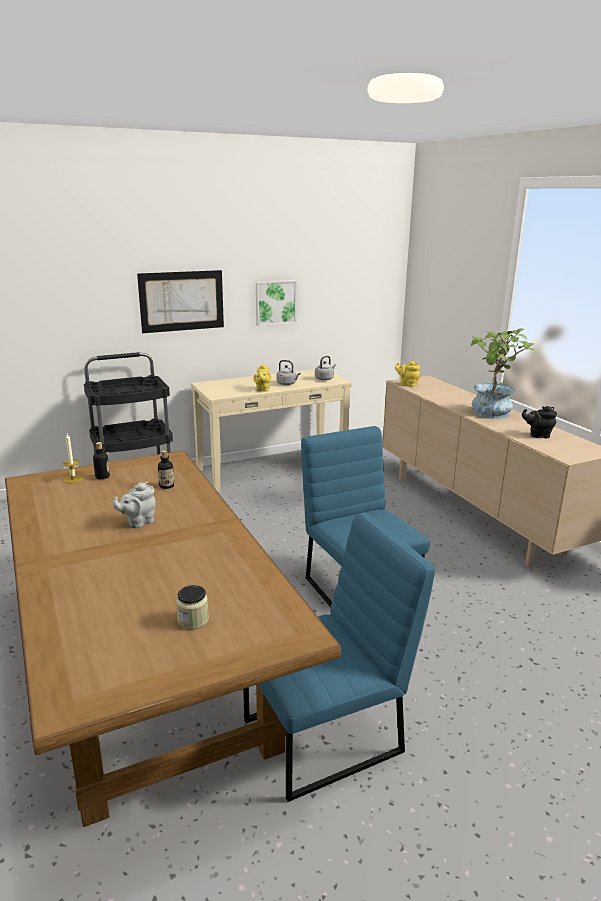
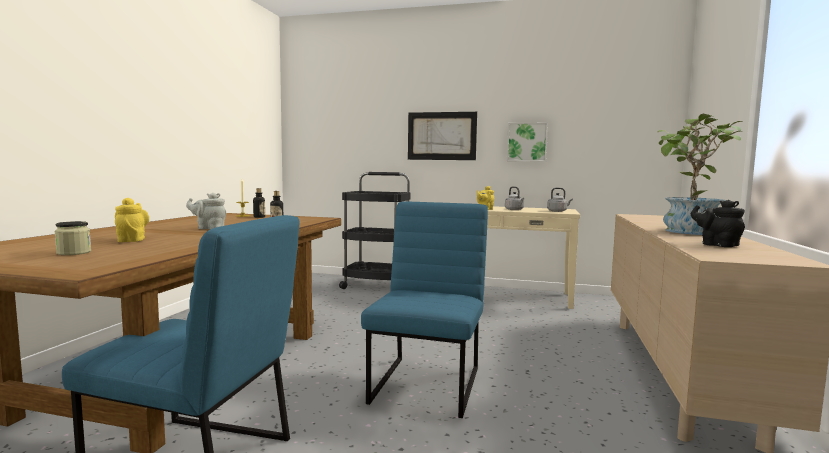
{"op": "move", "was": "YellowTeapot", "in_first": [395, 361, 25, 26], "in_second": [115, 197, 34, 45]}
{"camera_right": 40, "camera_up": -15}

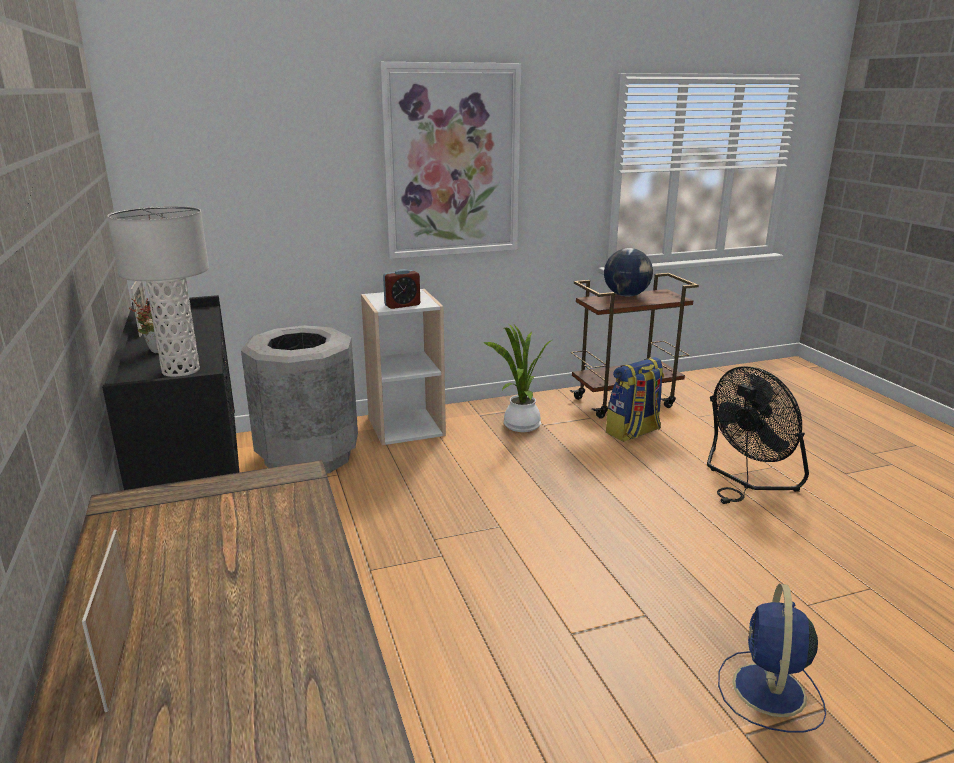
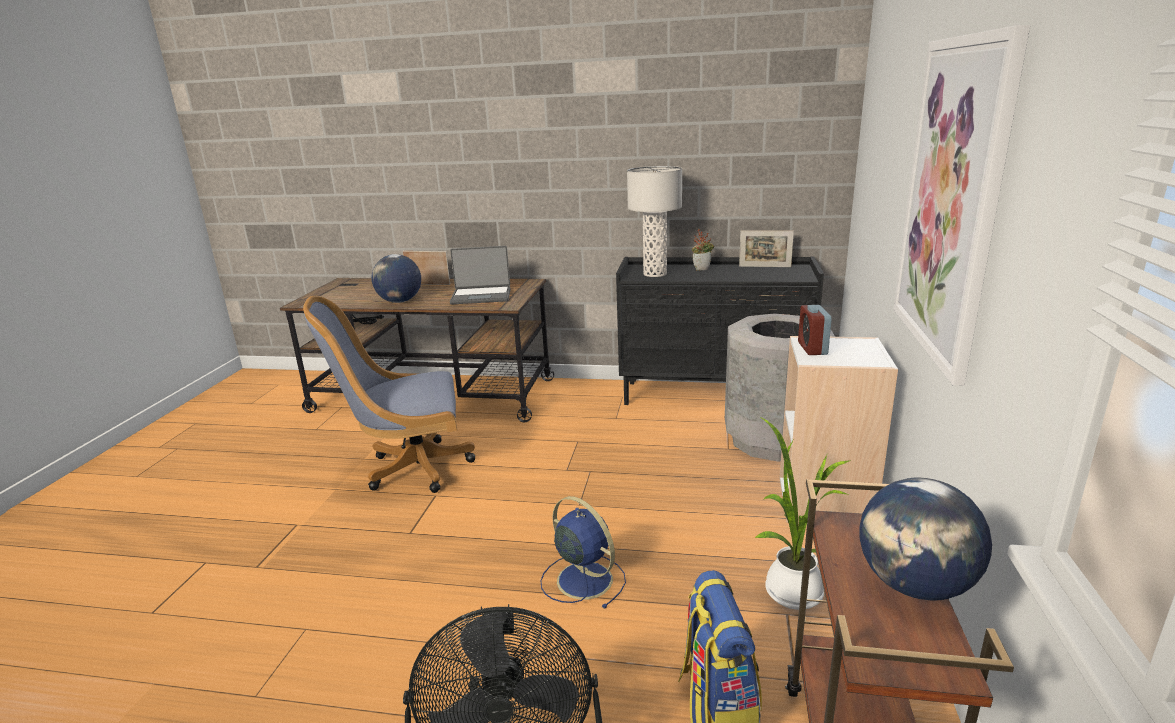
{"op": "insert", "now": "BlueDeskChair", "in_second": [303, 296, 172, 197]}
{"op": "insert", "now": "DeskGlobe", "in_second": [371, 254, 50, 49]}
{"op": "insert", "now": "Laptop", "in_second": [450, 246, 61, 59]}
{"op": "move", "was": "BlueFan", "in_first": [718, 584, 108, 149], "in_second": [541, 496, 85, 113]}
{"camera_right": 120, "camera_up": 0}

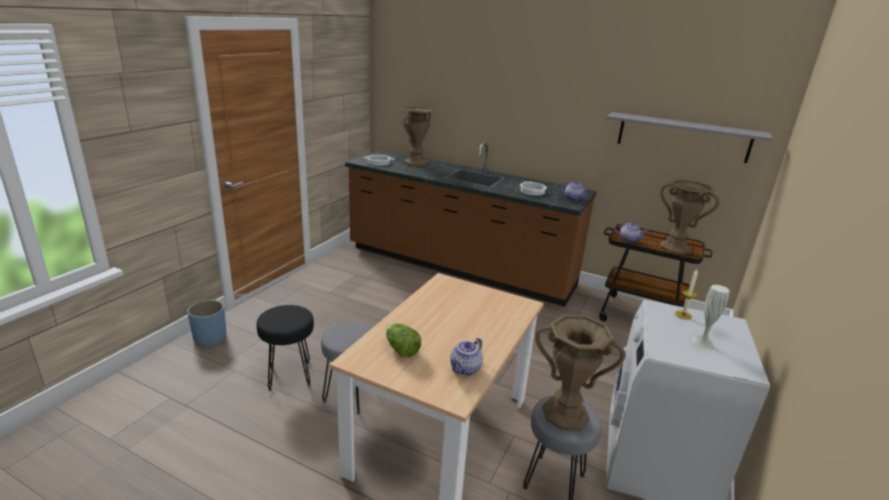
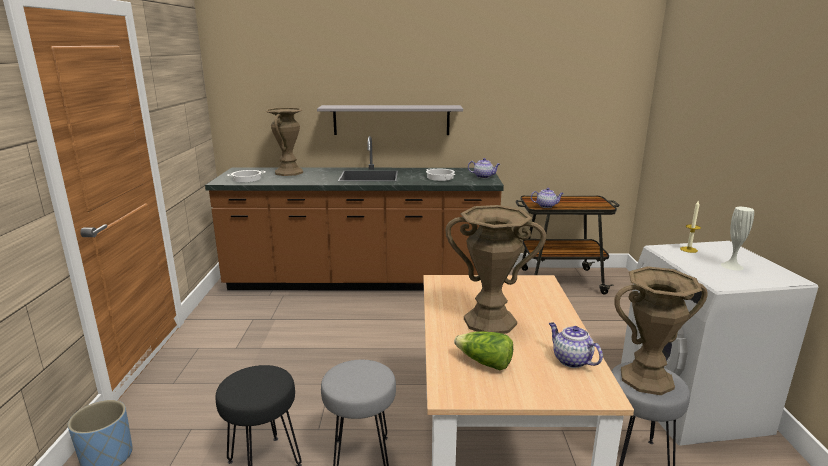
{"op": "move", "was": "GreyShelf", "in_first": [606, 112, 167, 51], "in_second": [317, 105, 146, 30]}
{"op": "move", "was": "BrownVase", "in_first": [660, 180, 60, 75], "in_second": [446, 205, 100, 129]}
{"op": "rotate", "was": "Teapot", "in_first": [450, 338, 33, 37], "in_second": [549, 322, 54, 46], "clockwise": 135}
{"camera_right": -25, "camera_up": -5}

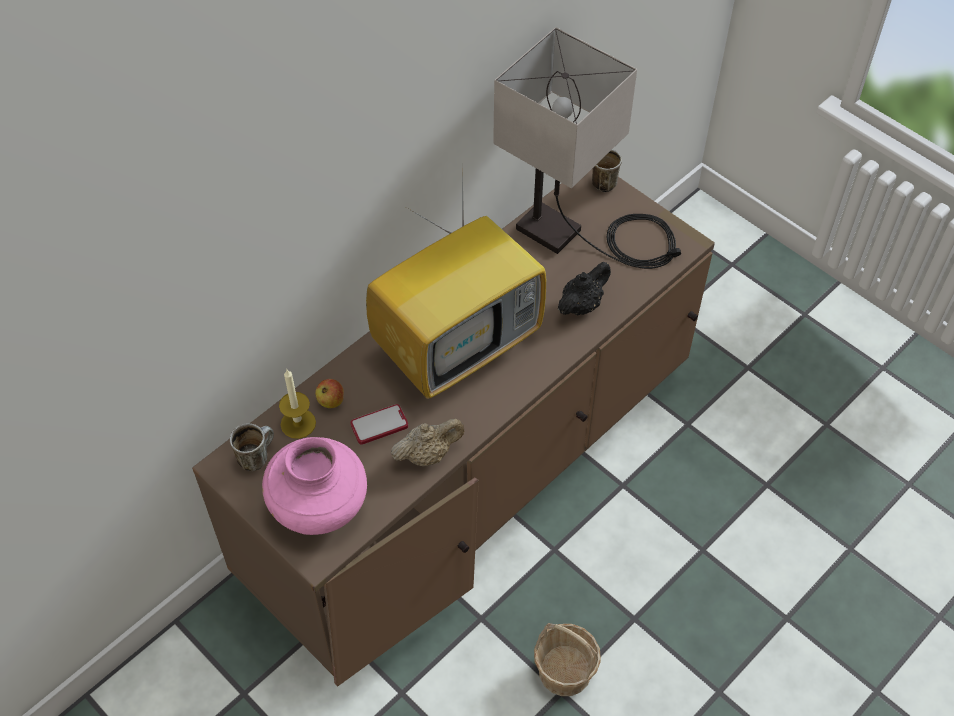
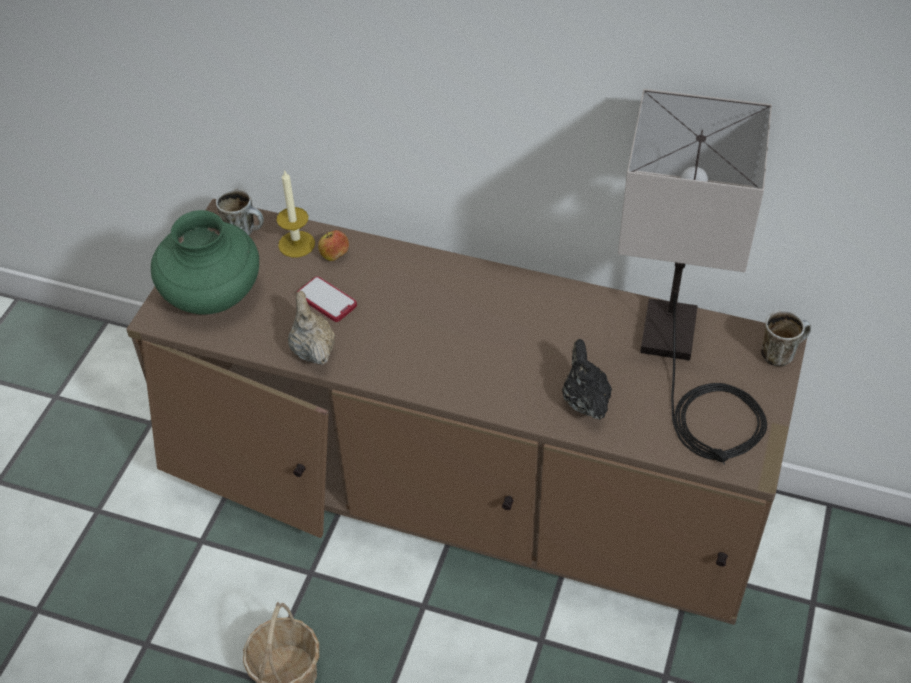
{"op": "recolor", "was": "PinkishVase", "now": "GreenishVase", "in_first": [262, 437, 105, 98], "in_second": [151, 210, 108, 104]}
{"op": "rotate", "was": "BeigeColouredTeapot", "in_first": [391, 418, 73, 48], "in_second": [288, 291, 47, 74], "clockwise": -150}
{"op": "rotate", "was": "BlackColouredTeapot", "in_first": [558, 262, 53, 53], "in_second": [562, 339, 50, 81], "clockwise": -120}
{"op": "delete", "was": "TvSet", "in_first": [366, 167, 180, 232]}
{"camera_right": 65, "camera_up": -5}

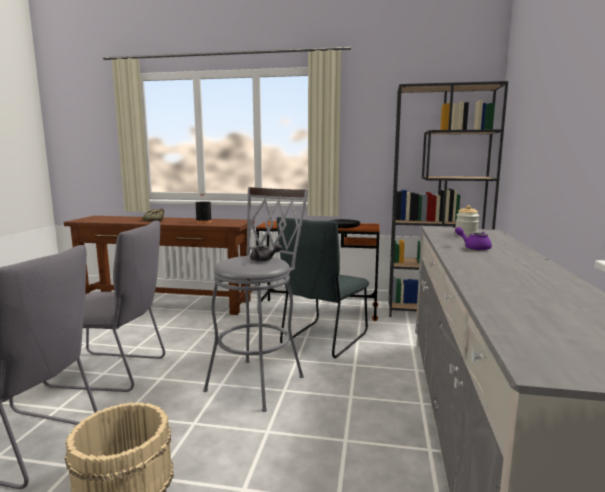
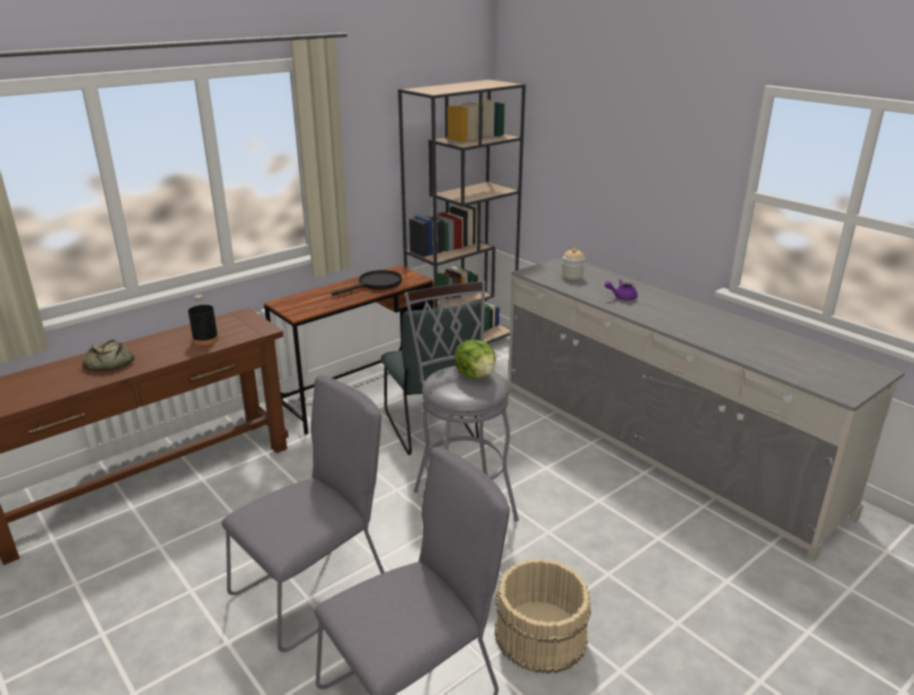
{"op": "replace", "was": "GreyTeapot", "now": "LettuceHead", "in_first": [250, 244, 32, 18], "in_second": [454, 340, 42, 39]}
{"camera_right": -50, "camera_up": 15}

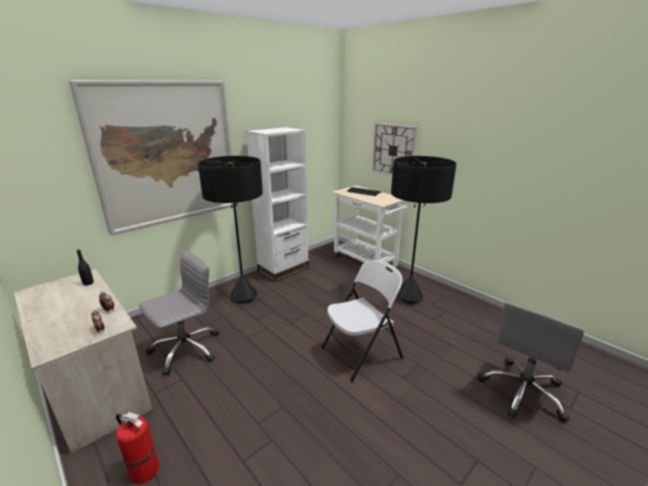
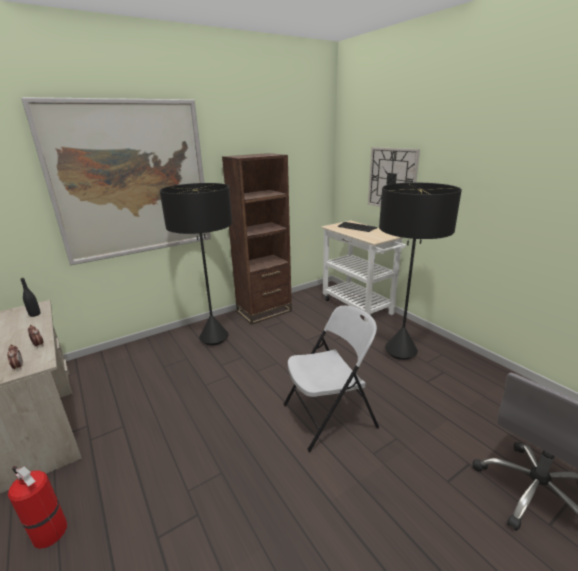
{"op": "recolor", "was": "WhiteColouredBookcase", "now": "BrownBookcase", "in_first": [246, 127, 63, 155], "in_second": [222, 153, 70, 172]}
{"op": "delete", "was": "GreyDeskChair", "in_first": [139, 251, 80, 124]}
{"camera_right": 10, "camera_up": 0}

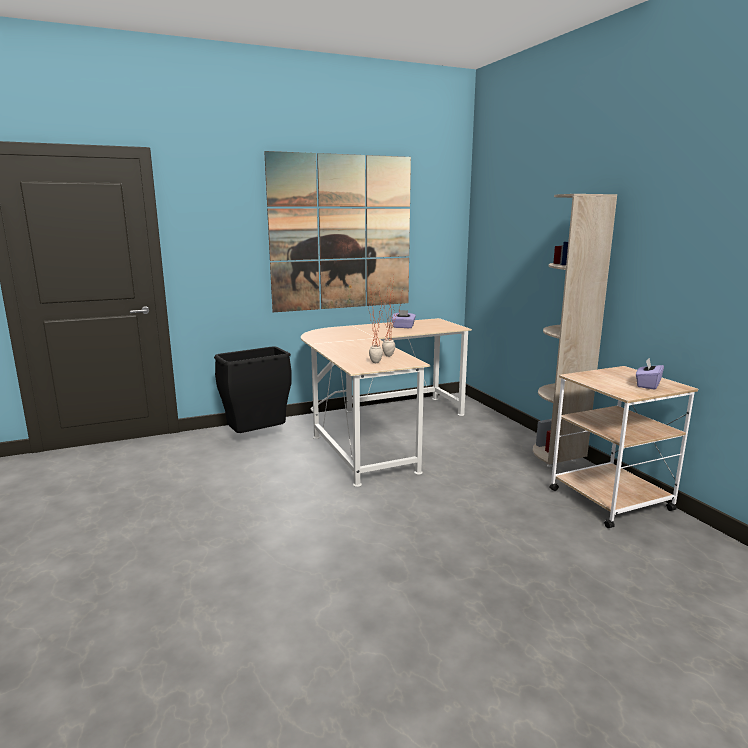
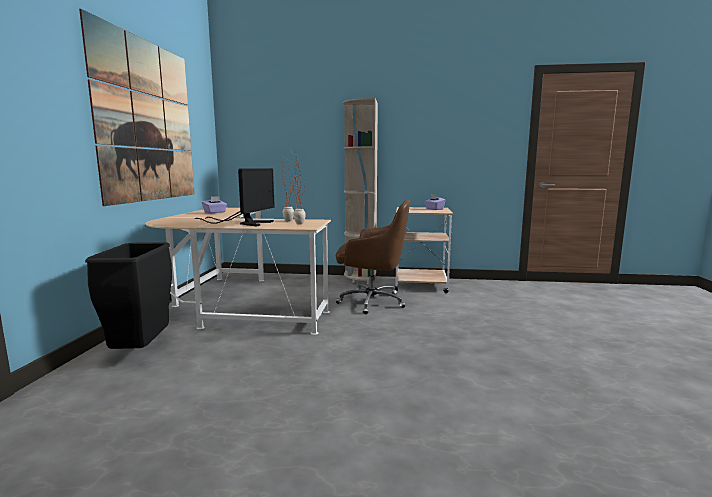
{"op": "insert", "now": "ComputerDisplay", "in_second": [195, 168, 80, 59]}
{"op": "insert", "now": "BrownDeskChair", "in_second": [335, 199, 76, 115]}
{"camera_right": -60, "camera_up": -5}

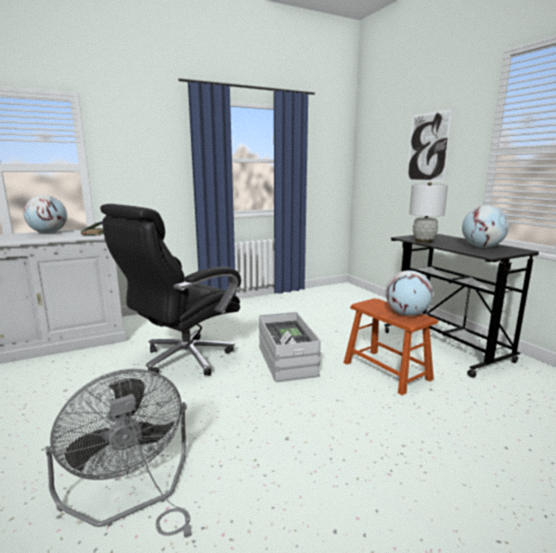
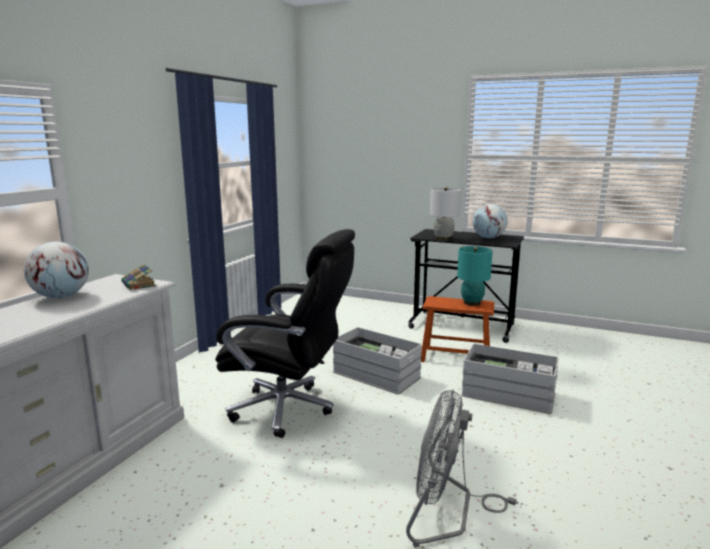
{"op": "rotate", "was": "BlackColouredDeskChair", "in_first": [100, 204, 141, 172], "in_second": [215, 229, 140, 209], "clockwise": -75}
{"op": "replace", "was": "DeskGlobe", "now": "TurquoiseLampForATable", "in_first": [386, 270, 47, 46], "in_second": [457, 246, 36, 60]}
{"op": "insert", "now": "GreyStorageBox", "in_second": [461, 344, 97, 70]}
{"op": "delete", "was": "WallPicture", "in_first": [407, 109, 45, 73]}
{"camera_right": -40, "camera_up": 0}

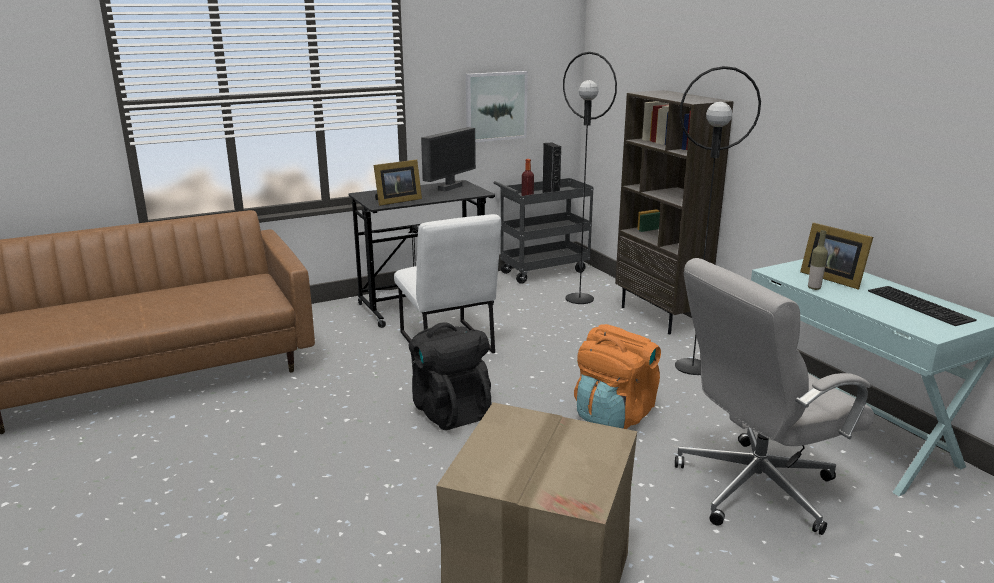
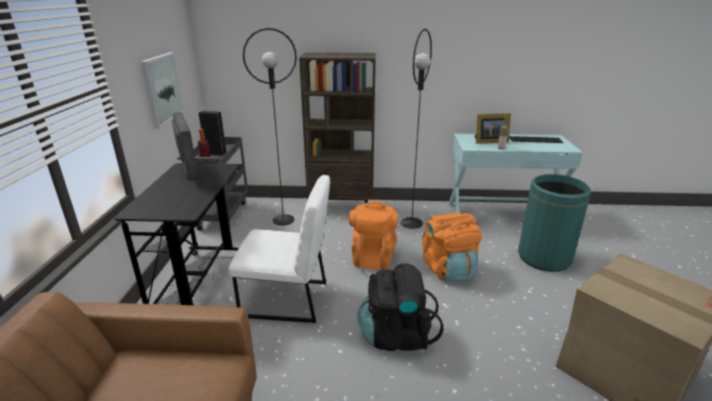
{"op": "insert", "now": "OrangeKnapsack", "in_second": [349, 201, 49, 68]}
{"op": "replace", "was": "GreyDeskChair", "now": "GreenishWasteBin", "in_first": [675, 258, 199, 277], "in_second": [518, 174, 73, 98]}
{"op": "delete", "was": "PhotoFrame", "in_first": [374, 160, 48, 46]}
{"camera_right": -60, "camera_up": 5}

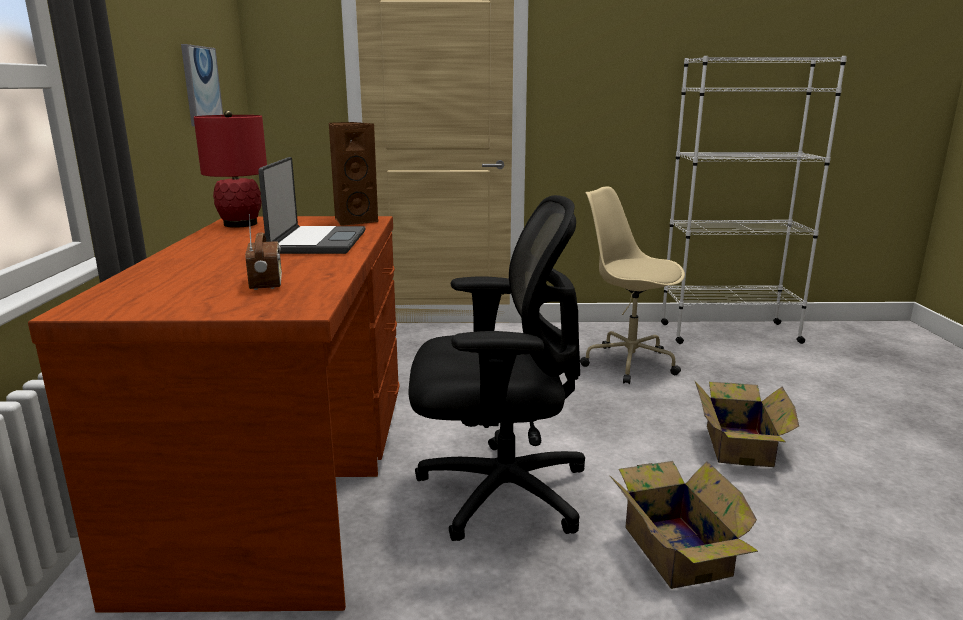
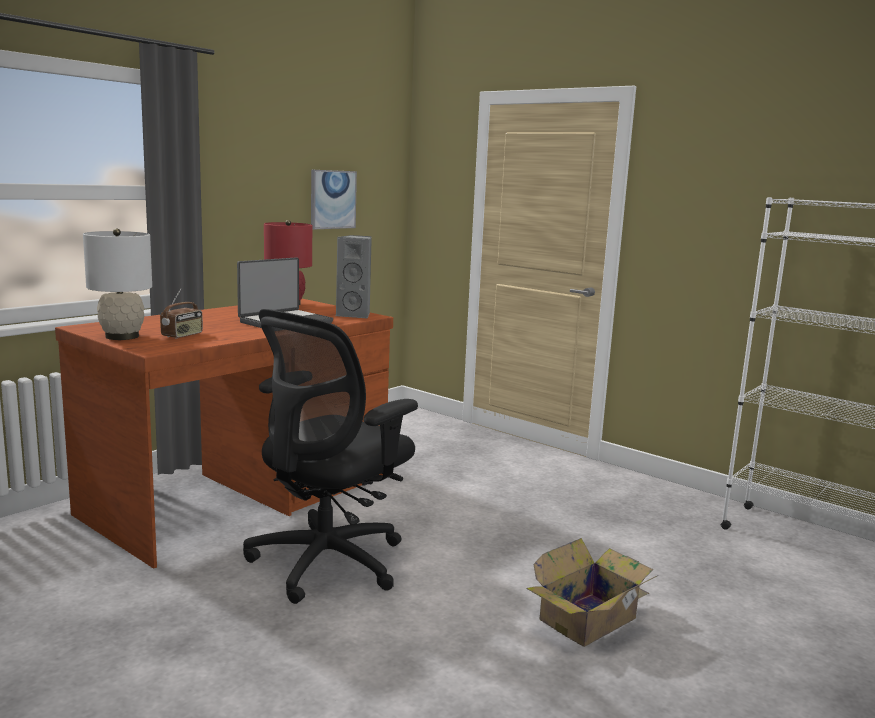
{"op": "insert", "now": "WhiteColouredLampForATable", "in_second": [83, 228, 69, 112]}
{"op": "rotate", "was": "BlackColouredDeskChair", "in_first": [409, 195, 176, 346], "in_second": [243, 309, 175, 295], "clockwise": 90}
{"op": "recolor", "was": "BrownAudioSpeaker", "now": "GreyAudioSpeaker", "in_first": [328, 122, 50, 104], "in_second": [336, 235, 36, 83]}
{"op": "delete", "was": "BeigeColouredDeskChair", "in_first": [580, 187, 105, 197]}
{"op": "delete", "was": "CardboardBox", "in_first": [610, 461, 148, 128]}
{"camera_right": 40, "camera_up": -5}

